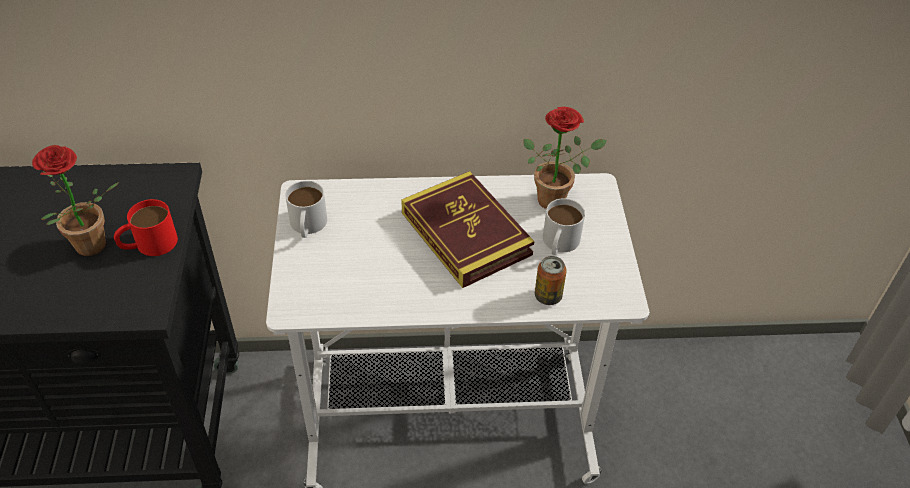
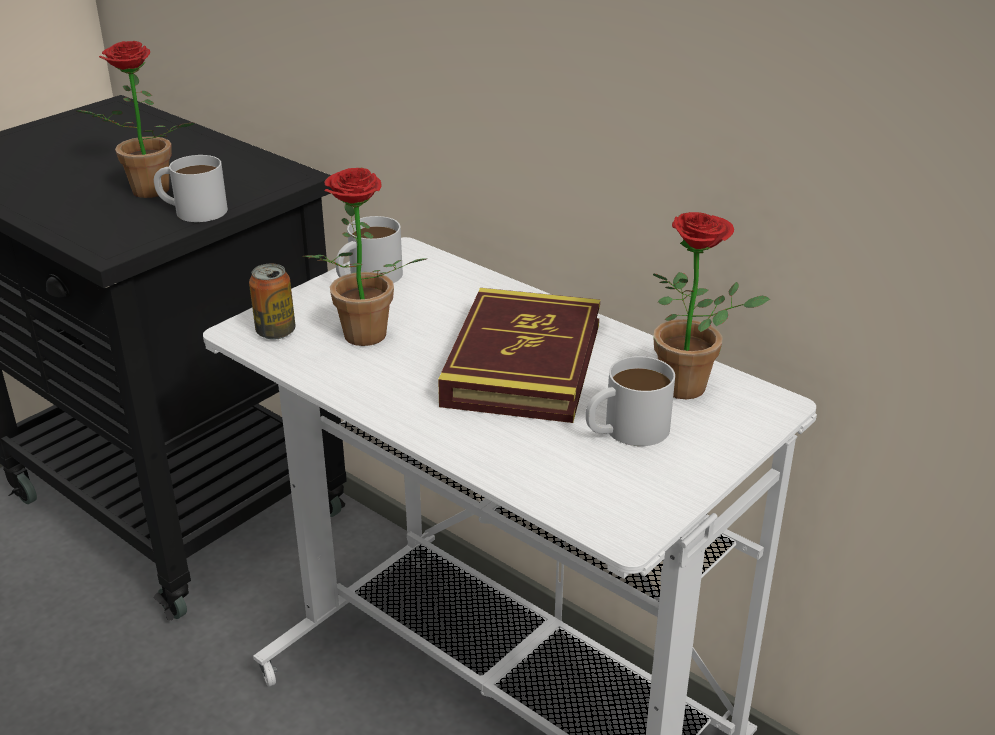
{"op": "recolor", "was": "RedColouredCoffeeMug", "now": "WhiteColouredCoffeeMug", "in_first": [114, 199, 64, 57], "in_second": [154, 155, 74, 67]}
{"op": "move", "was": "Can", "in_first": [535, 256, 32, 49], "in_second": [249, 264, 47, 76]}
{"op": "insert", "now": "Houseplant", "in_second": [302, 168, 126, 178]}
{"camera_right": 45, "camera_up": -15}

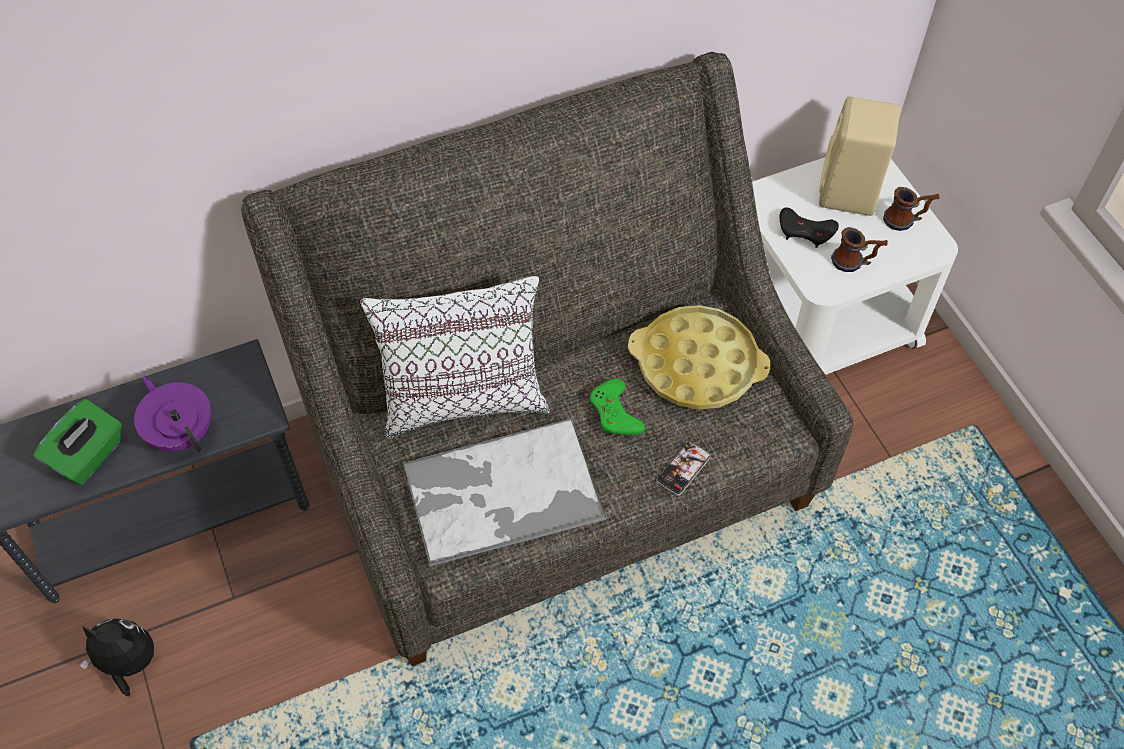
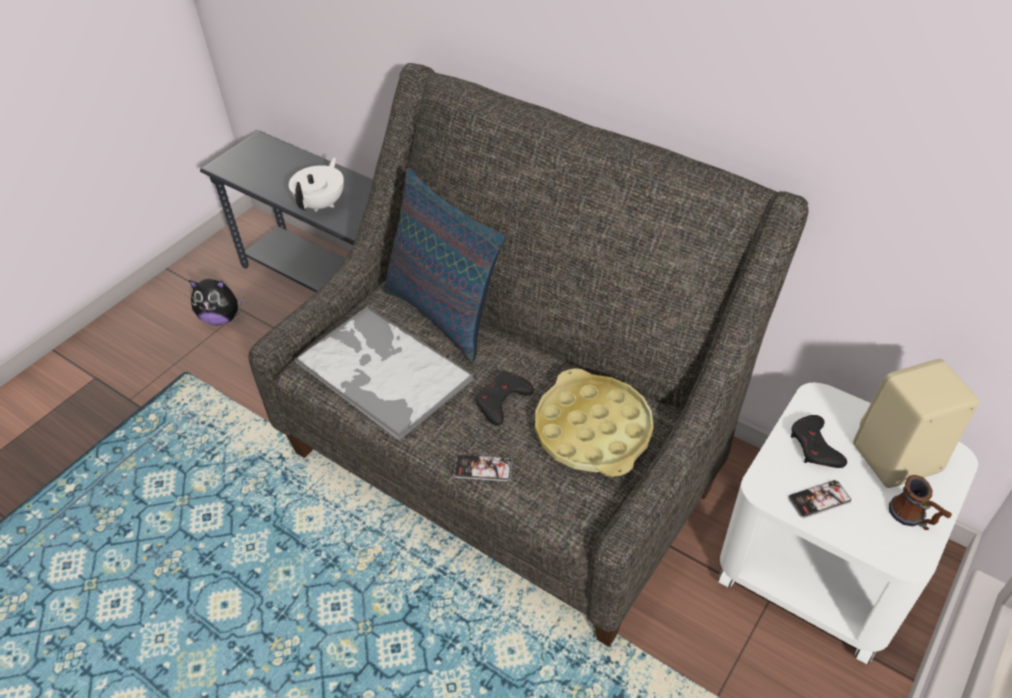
{"op": "rotate", "was": "PlushToy", "in_first": [79, 618, 75, 79], "in_second": [188, 279, 57, 47], "clockwise": 120}
{"op": "recolor", "was": "PurpleColouredTeapot", "now": "WhiteColouredTeapot", "in_first": [134, 375, 77, 78], "in_second": [289, 157, 55, 55]}
{"op": "recolor", "was": "WhiteColouredPillow", "now": "BluePillow", "in_first": [360, 276, 190, 164], "in_second": [384, 168, 122, 195]}
{"op": "recolor", "was": "GreenishGameController", "now": "BlackColouredGameController", "in_first": [590, 379, 55, 56], "in_second": [476, 373, 58, 53]}
{"op": "replace", "was": "CoffeeMug", "now": "Phone", "in_first": [831, 227, 57, 45], "in_second": [788, 480, 63, 38]}
{"op": "delete", "was": "GreenishTissueHolder", "in_first": [33, 399, 89, 86]}
{"camera_right": 60, "camera_up": -10}

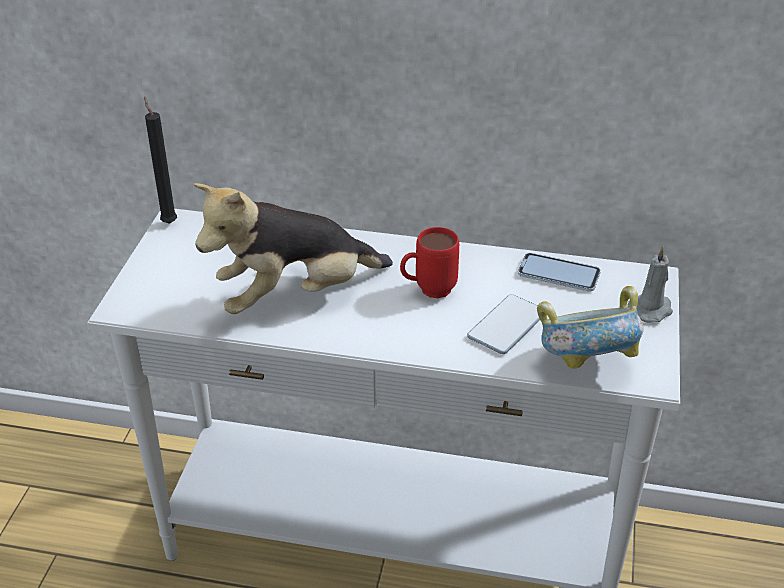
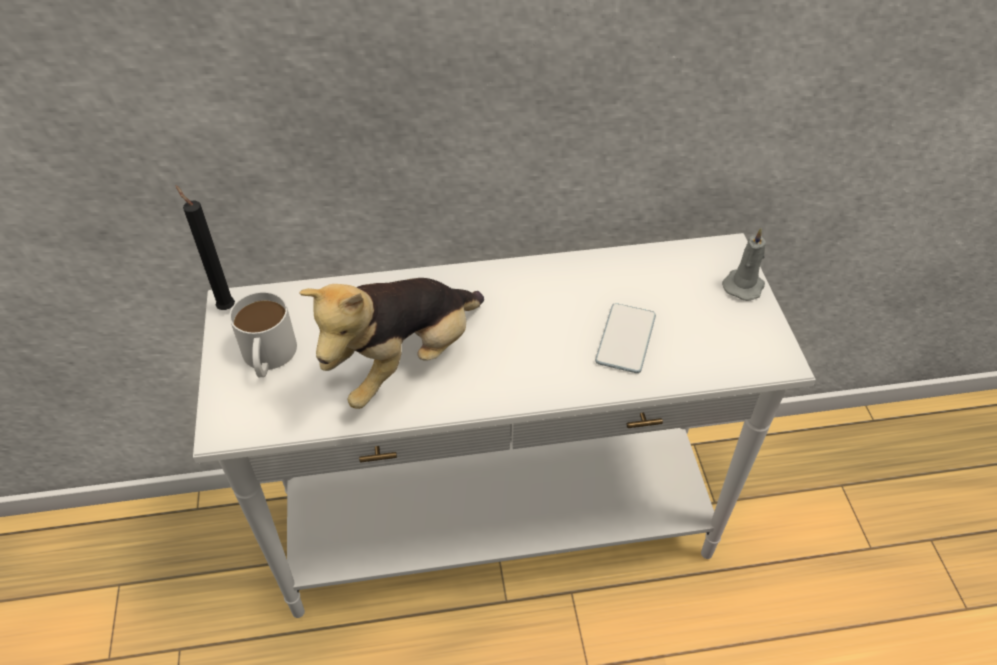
{"op": "insert", "now": "WhiteColouredCoffeeMug", "in_second": [229, 292, 68, 85]}
{"op": "delete", "was": "RedColouredCoffeeMug", "in_first": [400, 227, 59, 71]}
{"op": "delete", "was": "Phone", "in_first": [518, 253, 83, 38]}
{"op": "delete", "was": "ServingBowl", "in_first": [537, 286, 107, 83]}
{"camera_right": -20, "camera_up": 10}

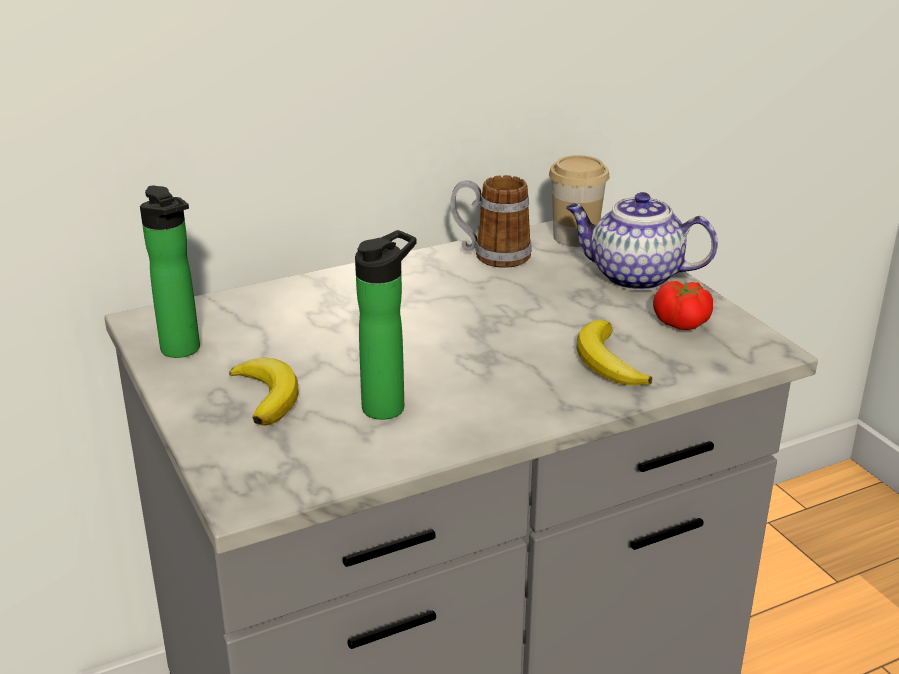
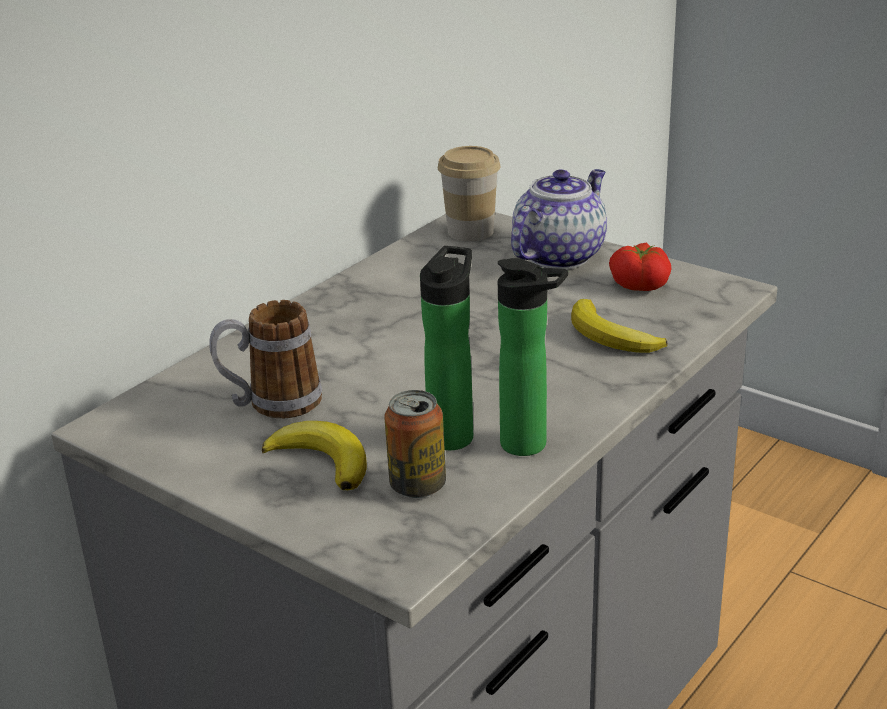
{"op": "move", "was": "CoffeeMug", "in_first": [450, 175, 82, 93], "in_second": [209, 300, 113, 118]}
{"op": "insert", "now": "Can", "in_second": [384, 390, 62, 108]}
{"op": "move", "was": "Bottle", "in_first": [140, 186, 60, 172], "in_second": [498, 258, 70, 198]}
{"op": "rotate", "was": "Teapot", "in_first": [566, 192, 152, 99], "in_second": [511, 169, 96, 100], "clockwise": 135}
{"camera_right": -25, "camera_up": 0}

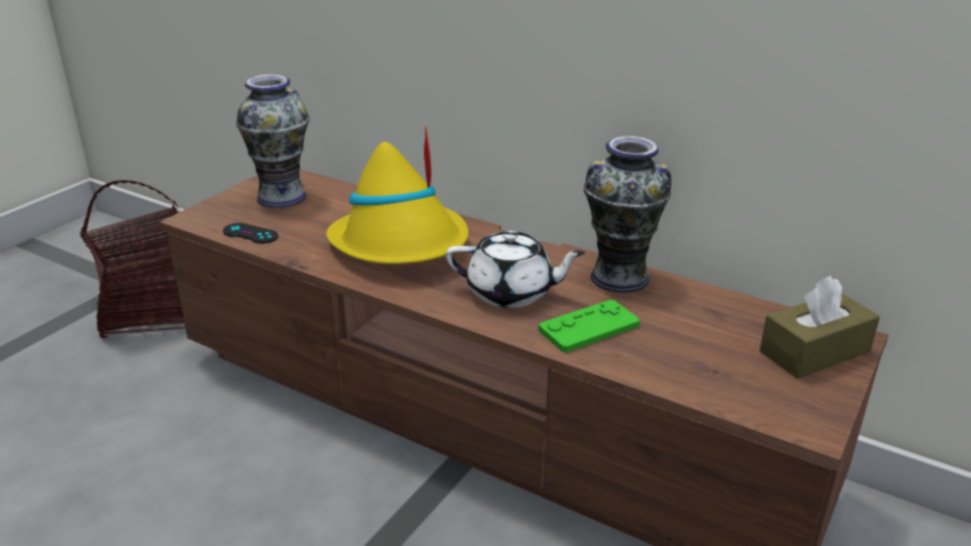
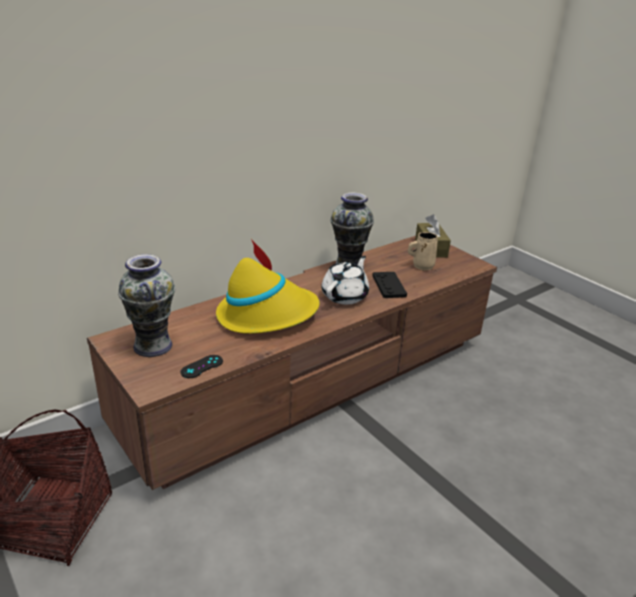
{"op": "recolor", "was": "GreenishGameController", "now": "BlackColouredGameController", "in_first": [538, 300, 102, 52], "in_second": [372, 272, 35, 26]}
{"op": "insert", "now": "BeigeColouredCoffeeMug", "in_second": [408, 232, 30, 39]}
{"camera_right": -70, "camera_up": 0}

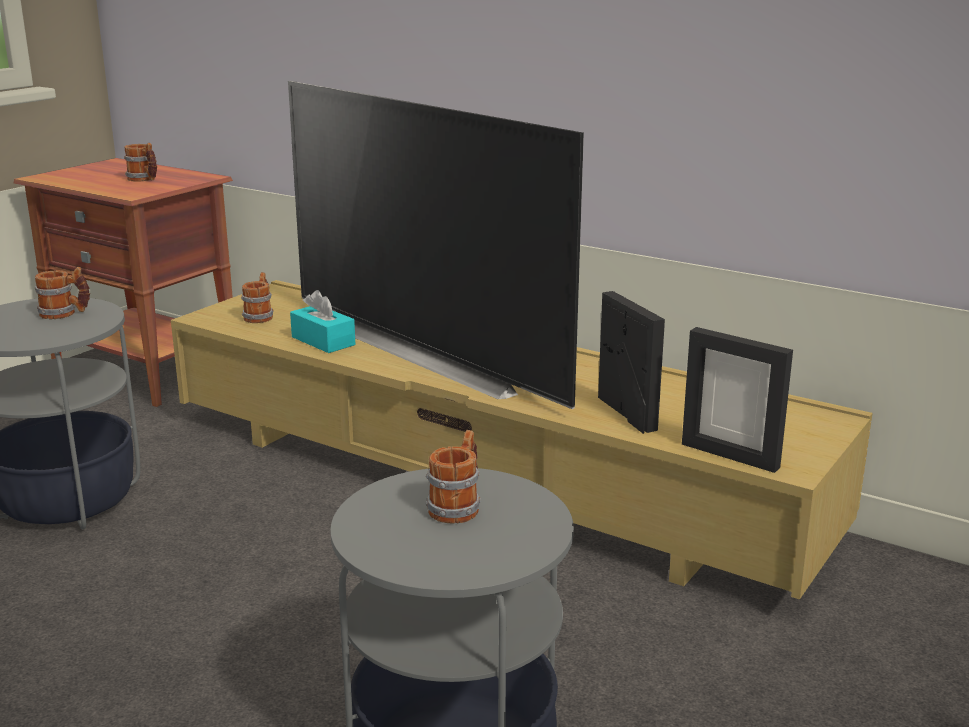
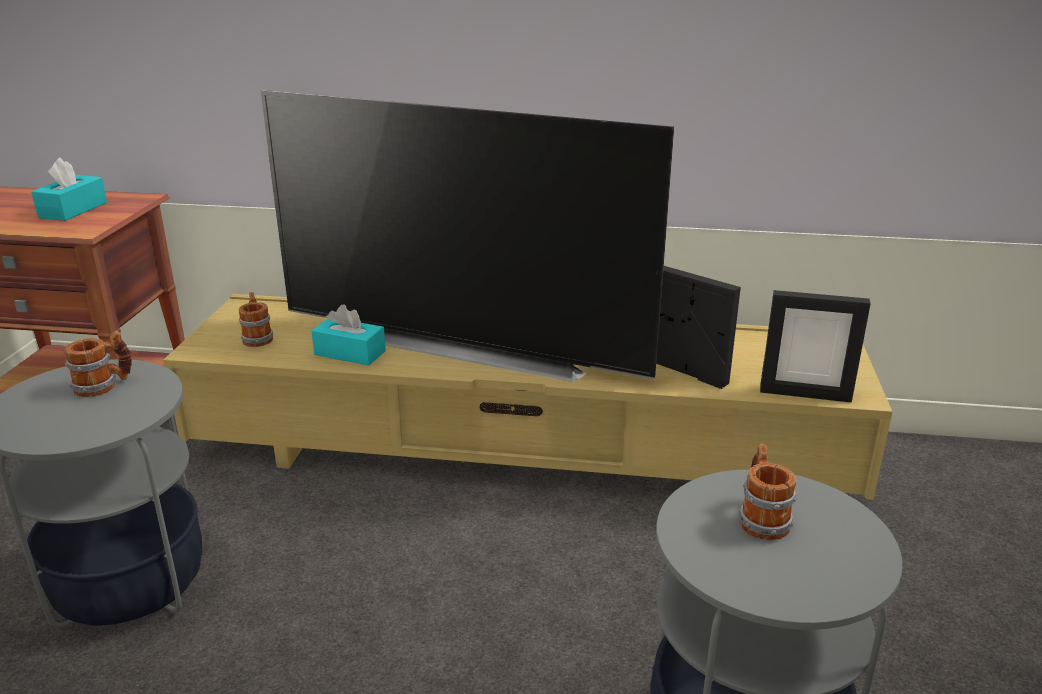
{"op": "replace", "was": "CoffeeMug", "now": "TurquoiseTissueHolder", "in_first": [124, 143, 33, 39], "in_second": [31, 158, 76, 63]}
{"camera_right": -25, "camera_up": 5}

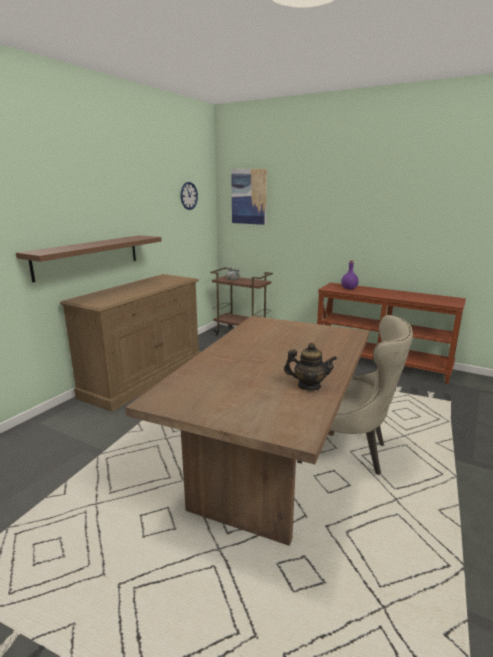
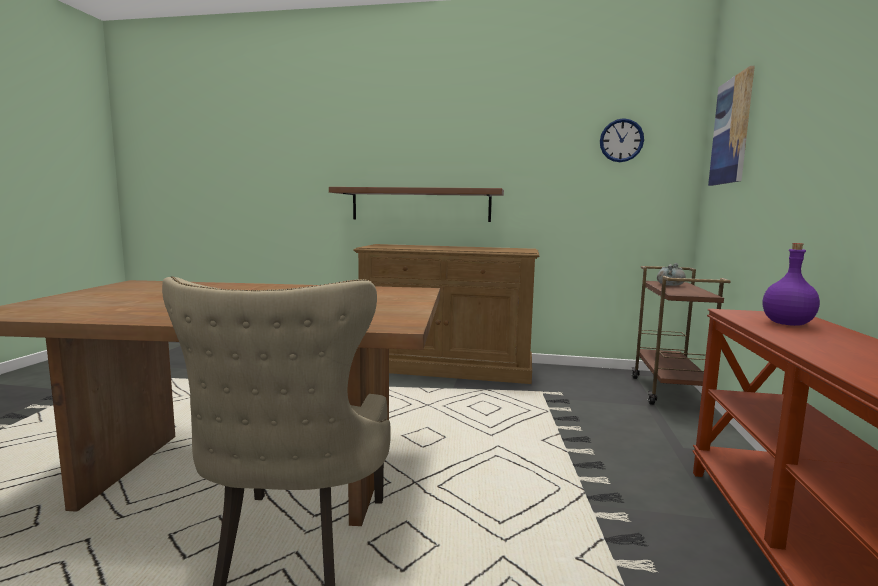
{"op": "delete", "was": "Teapot", "in_first": [284, 343, 53, 47]}
{"camera_right": 70, "camera_up": -10}

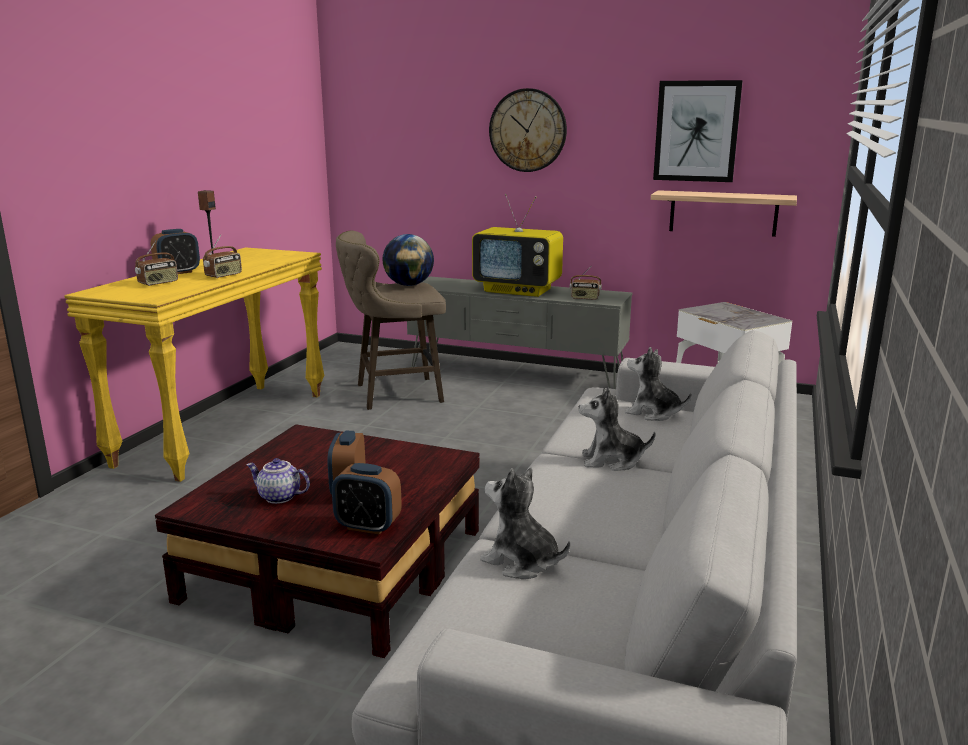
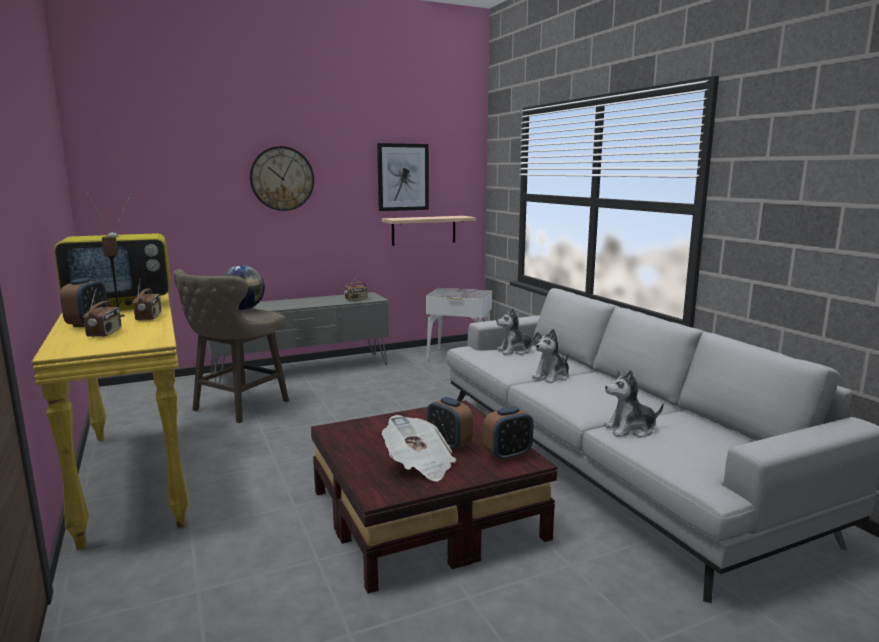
{"op": "move", "was": "TvSet", "in_first": [472, 194, 91, 103], "in_second": [54, 194, 116, 116]}
{"op": "replace", "was": "Teapot", "now": "PrintedPaper", "in_first": [246, 458, 64, 46], "in_second": [382, 415, 74, 66]}
{"camera_right": -45, "camera_up": -5}

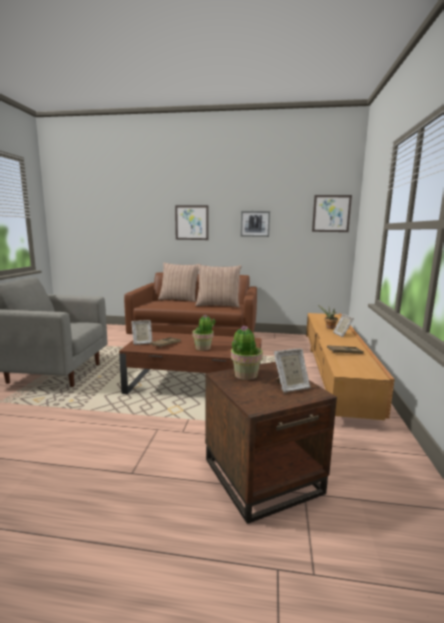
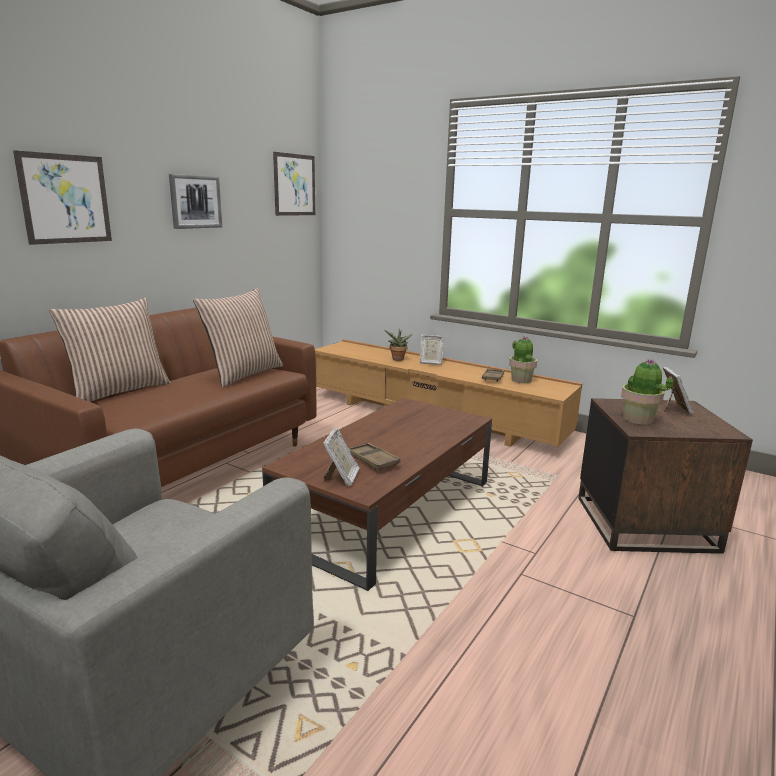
{"op": "move", "was": "Houseplant", "in_first": [193, 314, 22, 37], "in_second": [509, 336, 28, 47]}
{"camera_right": -65, "camera_up": 5}

